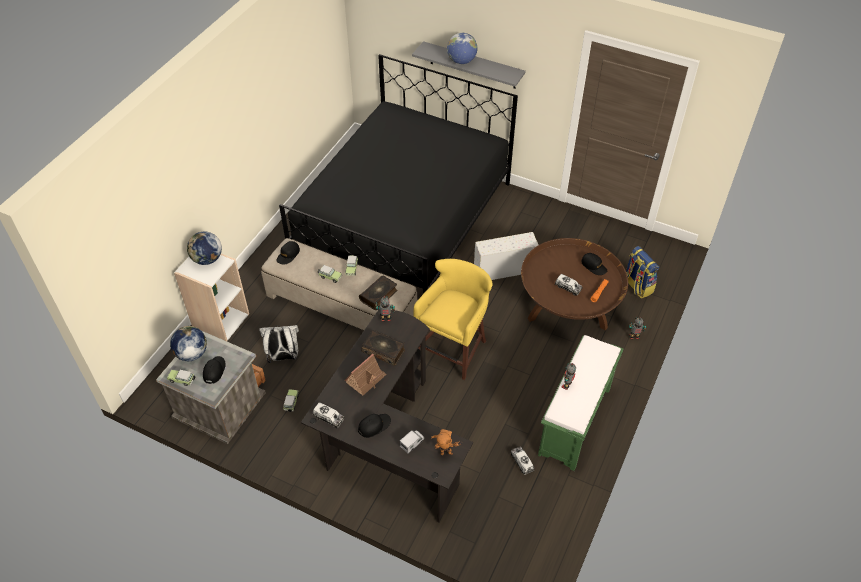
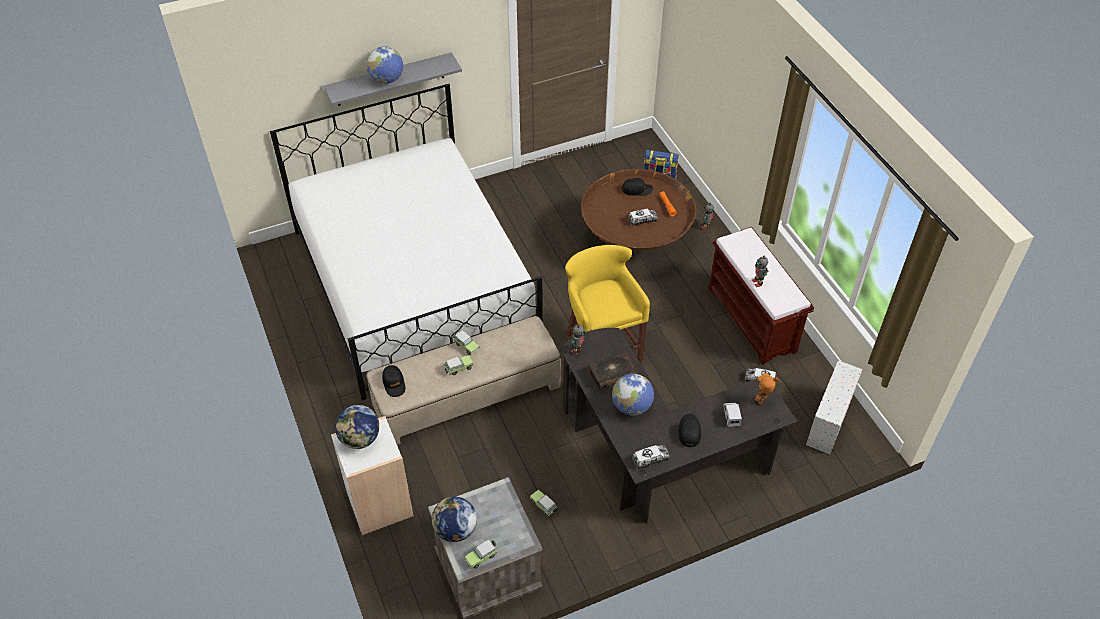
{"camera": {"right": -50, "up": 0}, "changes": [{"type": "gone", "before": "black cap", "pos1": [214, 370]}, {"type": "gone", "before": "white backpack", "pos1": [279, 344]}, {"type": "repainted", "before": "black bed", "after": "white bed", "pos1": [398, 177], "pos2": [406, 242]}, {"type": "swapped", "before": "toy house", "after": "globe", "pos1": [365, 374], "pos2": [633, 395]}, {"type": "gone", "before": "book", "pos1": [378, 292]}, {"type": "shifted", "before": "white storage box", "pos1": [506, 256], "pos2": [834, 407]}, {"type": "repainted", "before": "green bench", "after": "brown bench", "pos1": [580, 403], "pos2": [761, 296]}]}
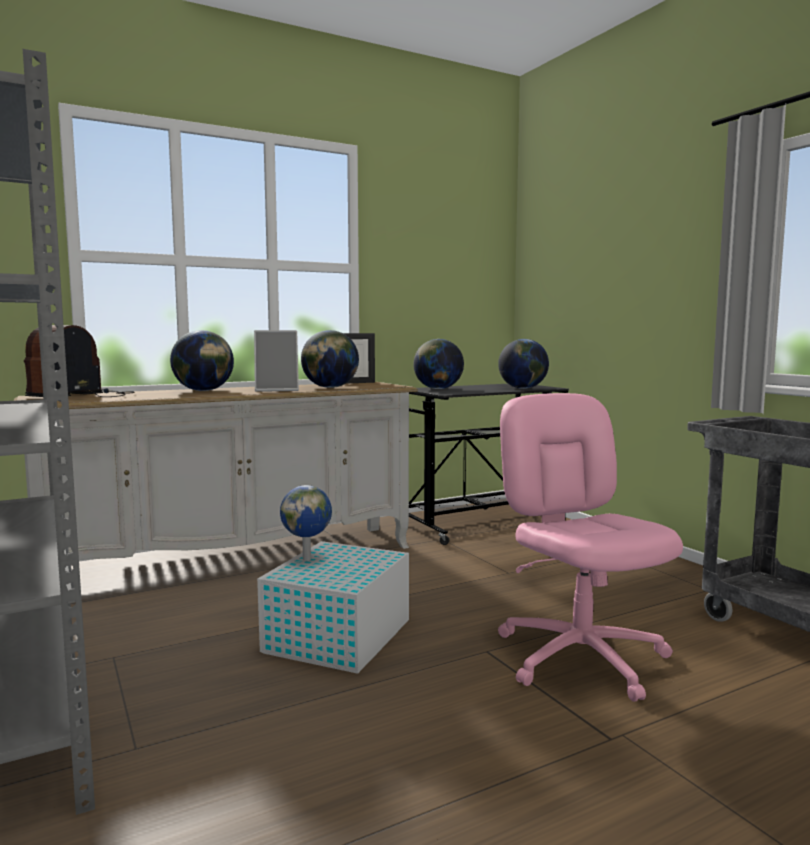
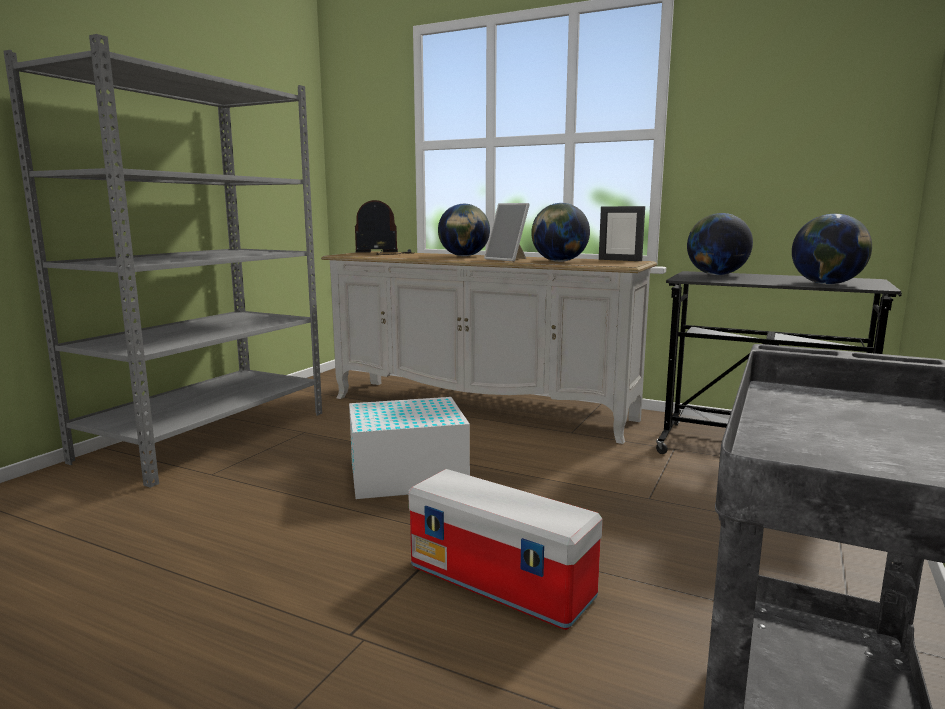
{"camera": {"right": 55, "up": 5}, "changes": [{"type": "gone", "before": "globe", "pos1": [306, 523]}, {"type": "swapped", "before": "pink office chair", "after": "storage box", "pos1": [590, 547], "pos2": [505, 549]}]}
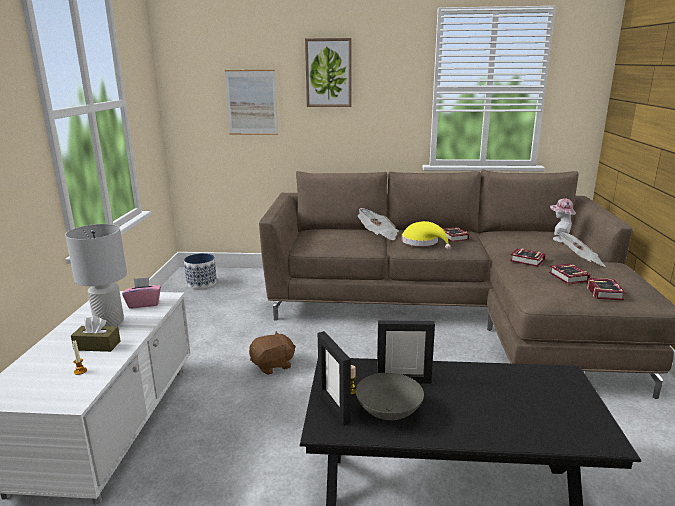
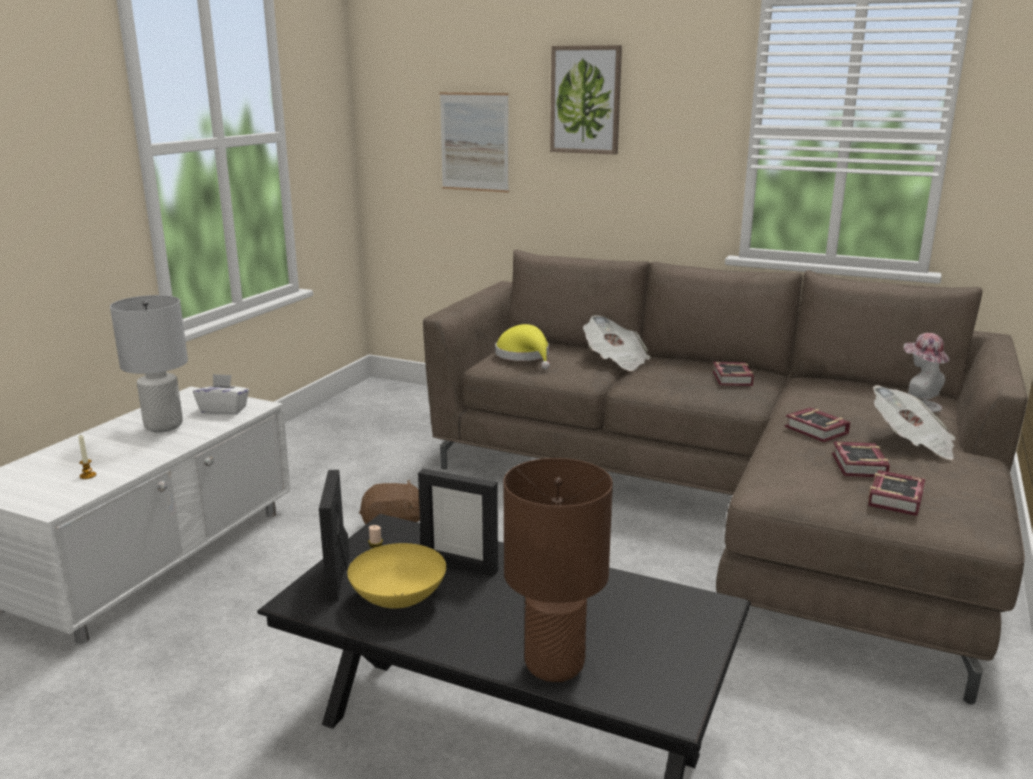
{"camera": {"right": 20, "up": 0}, "changes": [{"type": "gone", "before": "brown tissue box", "pos1": [96, 333]}, {"type": "repainted", "before": "pink tissue box", "after": "white tissue box", "pos1": [141, 293], "pos2": [221, 394]}, {"type": "gone", "before": "planter", "pos1": [200, 271]}, {"type": "repainted", "before": "grey bowl", "after": "yellow bowl", "pos1": [390, 396], "pos2": [396, 576]}, {"type": "shifted", "before": "yellow hat", "pos1": [426, 235], "pos2": [522, 346]}, {"type": "new", "after": "brown table lamp", "pos2": [558, 570]}]}
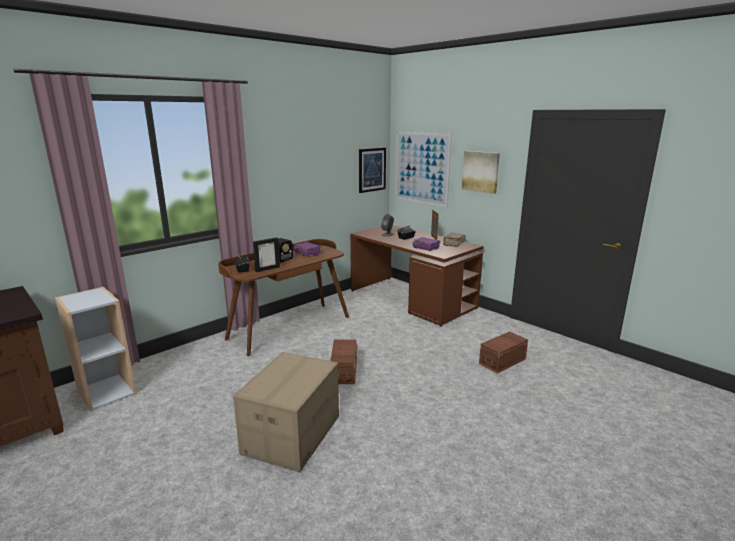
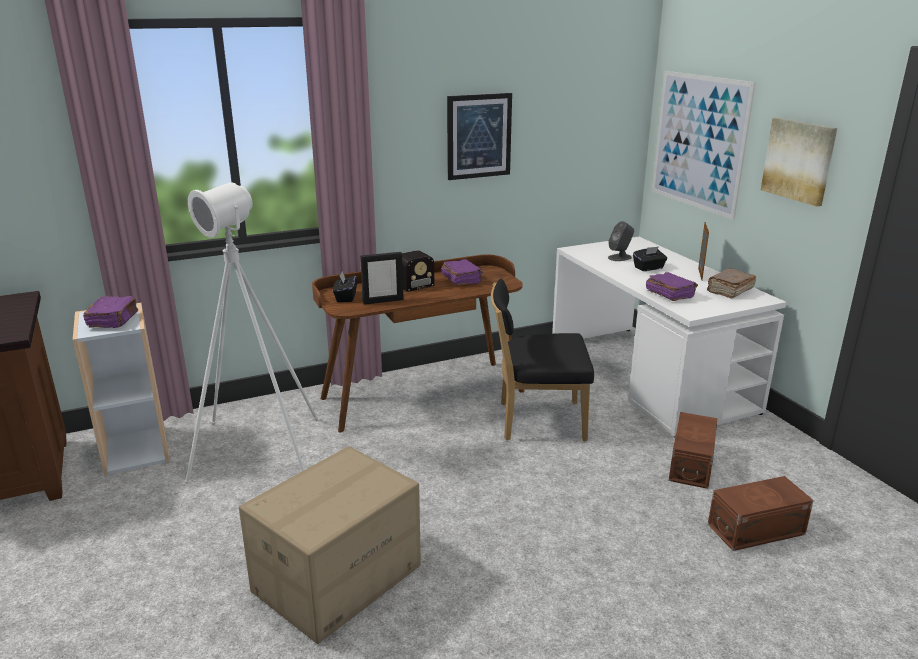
{"camera": {"right": 20, "up": 5}, "changes": [{"type": "shifted", "before": "brown storage box", "pos1": [344, 362], "pos2": [693, 450]}, {"type": "repainted", "before": "brown desk", "after": "white desk", "pos1": [417, 276], "pos2": [669, 337]}, {"type": "shifted", "before": "picture", "pos1": [372, 170], "pos2": [479, 136]}, {"type": "new", "after": "purple book", "pos2": [110, 312]}, {"type": "new", "after": "white floor lamp", "pos2": [251, 333]}, {"type": "new", "after": "black chair", "pos2": [542, 360]}]}
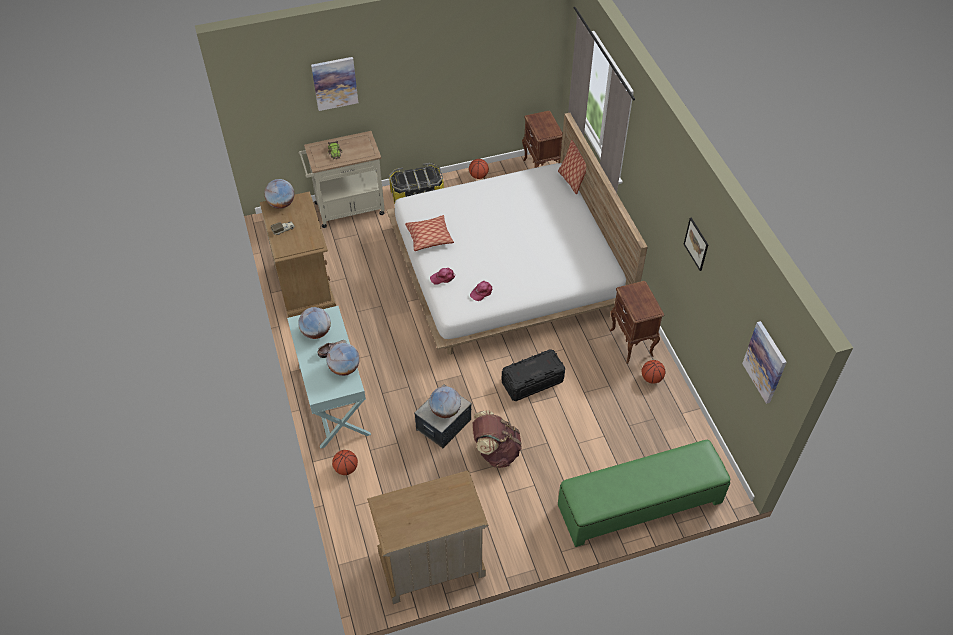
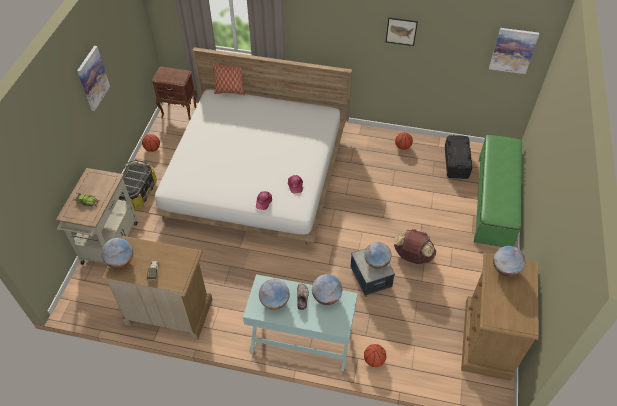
{"camera": {"right": -60, "up": 0}, "changes": [{"type": "shifted", "before": "picture", "pos1": [334, 84], "pos2": [93, 78]}, {"type": "gone", "before": "pillow", "pos1": [429, 233]}, {"type": "shifted", "before": "black storage box", "pos1": [533, 375], "pos2": [458, 157]}, {"type": "gone", "before": "brown nightstand", "pos1": [637, 322]}, {"type": "new", "after": "globe", "pos2": [509, 261]}]}
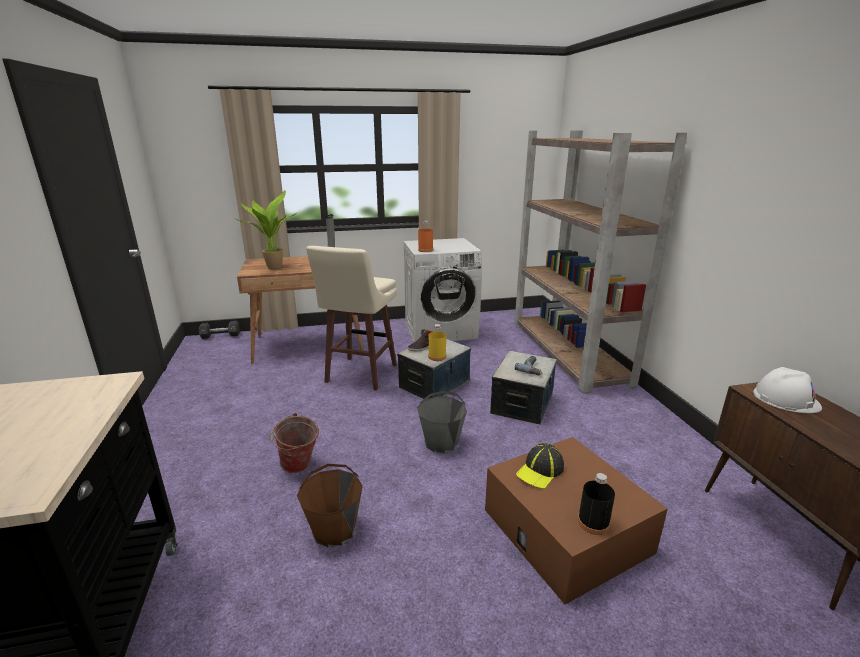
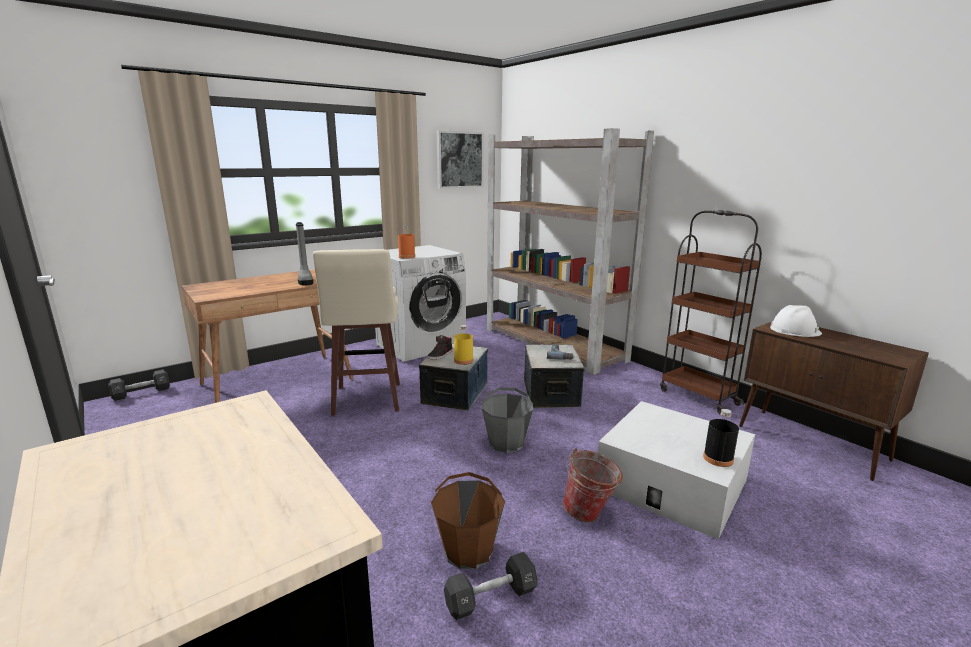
{"camera": {"right": -25, "up": -5}, "changes": [{"type": "gone", "before": "potted plant", "pos1": [267, 230]}, {"type": "shifted", "before": "bucket", "pos1": [294, 443], "pos2": [593, 485]}, {"type": "repainted", "before": "brown storage box", "after": "white storage box", "pos1": [576, 520], "pos2": [676, 470]}, {"type": "gone", "before": "cap", "pos1": [540, 466]}, {"type": "new", "after": "picture", "pos2": [460, 159]}, {"type": "new", "after": "black dumbbell", "pos2": [491, 586]}, {"type": "new", "after": "brown cart", "pos2": [711, 312]}]}
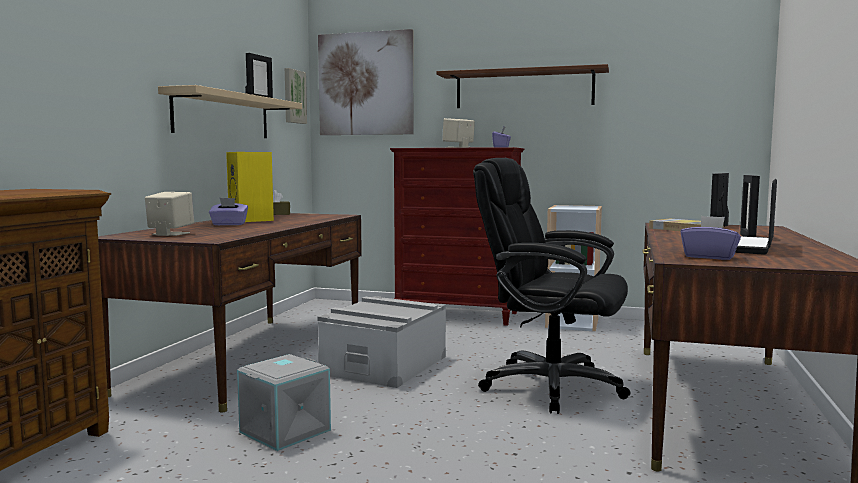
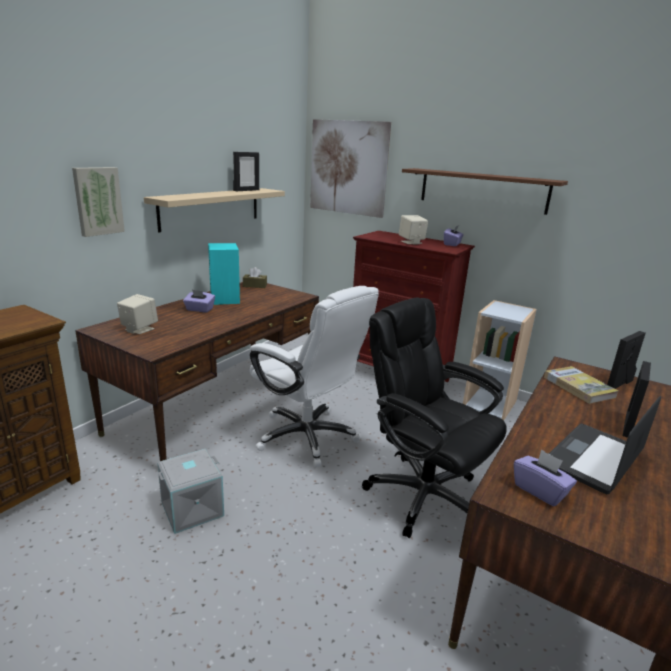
{"camera": {"right": 15, "up": 15}, "changes": [{"type": "repainted", "before": "yellow speaker", "after": "turquoise speaker", "pos1": [250, 187], "pos2": [224, 274]}, {"type": "shifted", "before": "picture", "pos1": [296, 96], "pos2": [98, 202]}, {"type": "swapped", "before": "grey storage box", "after": "white office chair", "pos1": [381, 342], "pos2": [314, 377]}]}
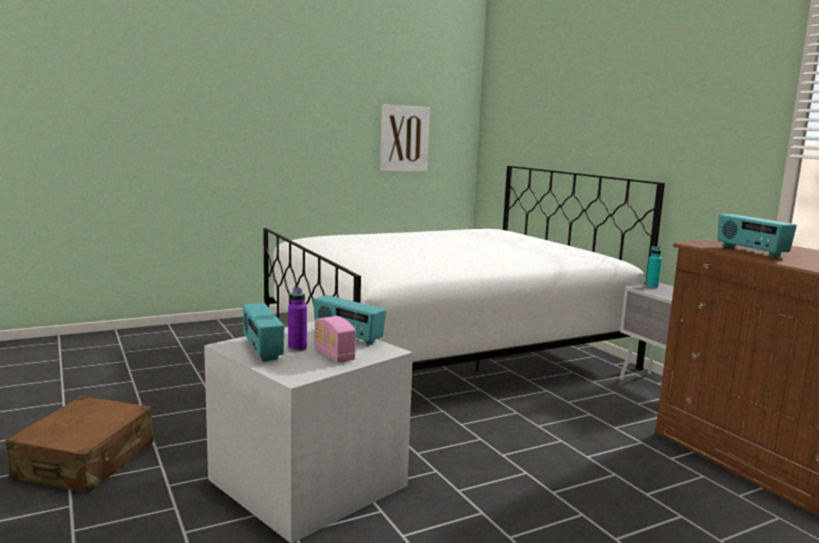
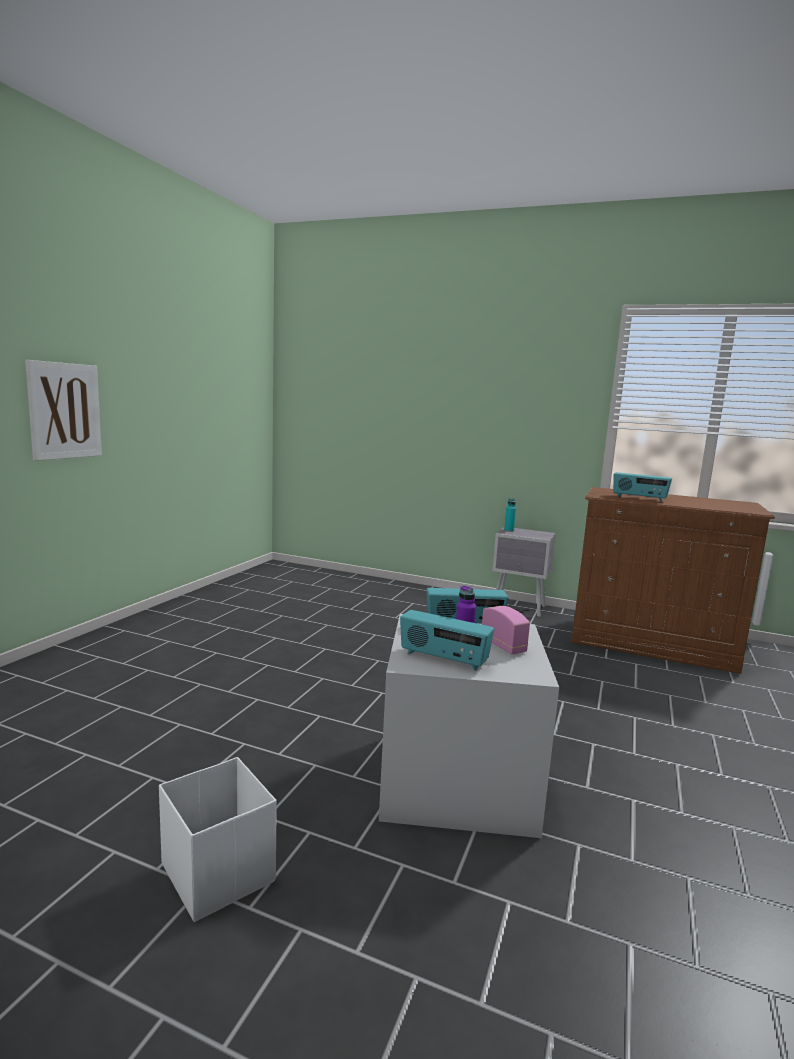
{"camera": {"right": -40, "up": 0}, "changes": [{"type": "swapped", "before": "brown suitcase", "after": "white storage box", "pos1": [80, 445], "pos2": [218, 839]}, {"type": "gone", "before": "white bed", "pos1": [464, 268]}, {"type": "rotated", "before": "radio", "pos1": [335, 339], "pos2": [506, 630], "turn": -135}, {"type": "shifted", "before": "picture", "pos1": [405, 137], "pos2": [63, 410]}]}
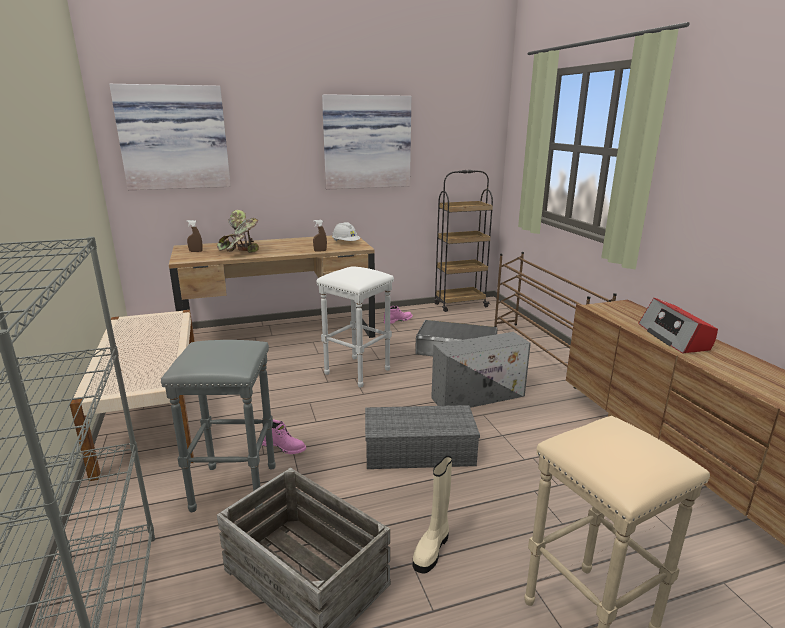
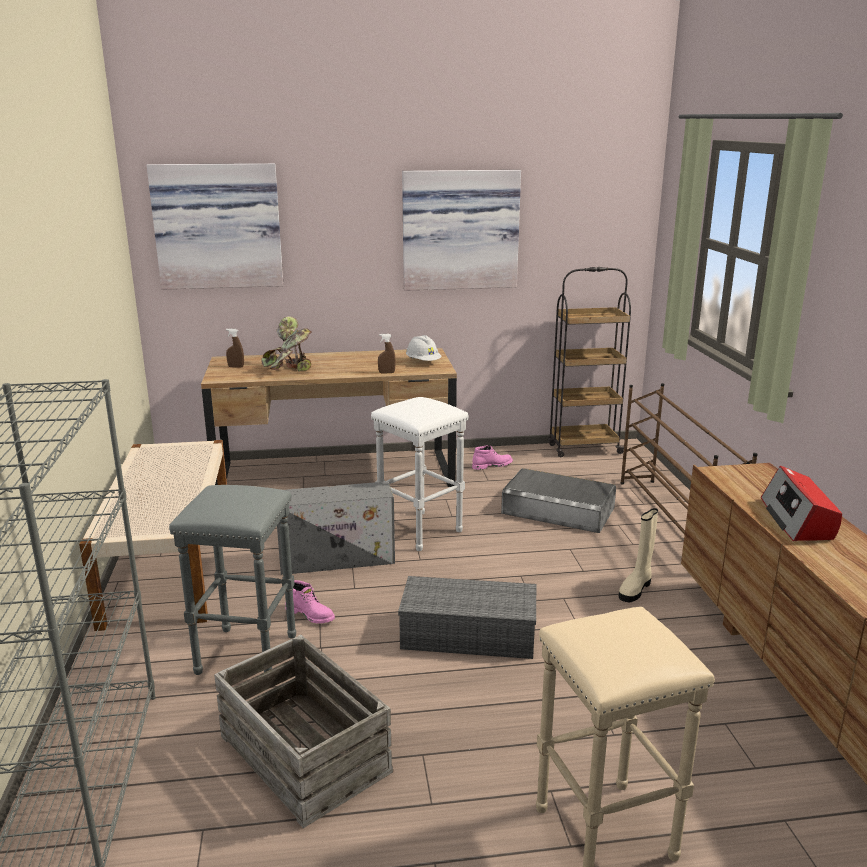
{"camera": {"right": 10, "up": 0}, "changes": [{"type": "shifted", "before": "beige boot", "pos1": [432, 515], "pos2": [638, 555]}, {"type": "shifted", "before": "grey storage box", "pos1": [481, 370], "pos2": [336, 528]}]}
